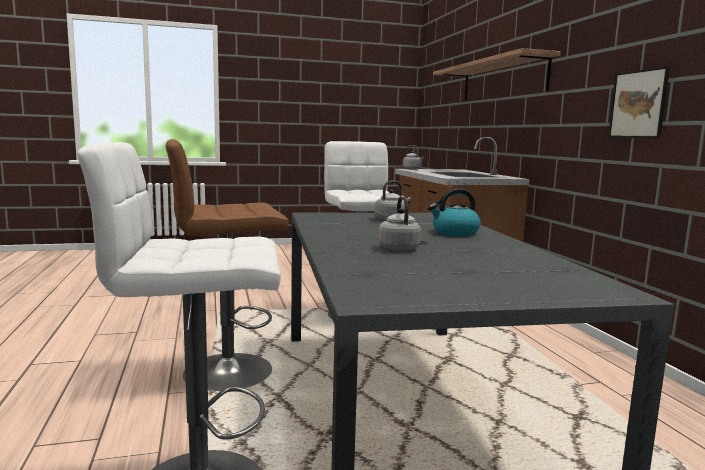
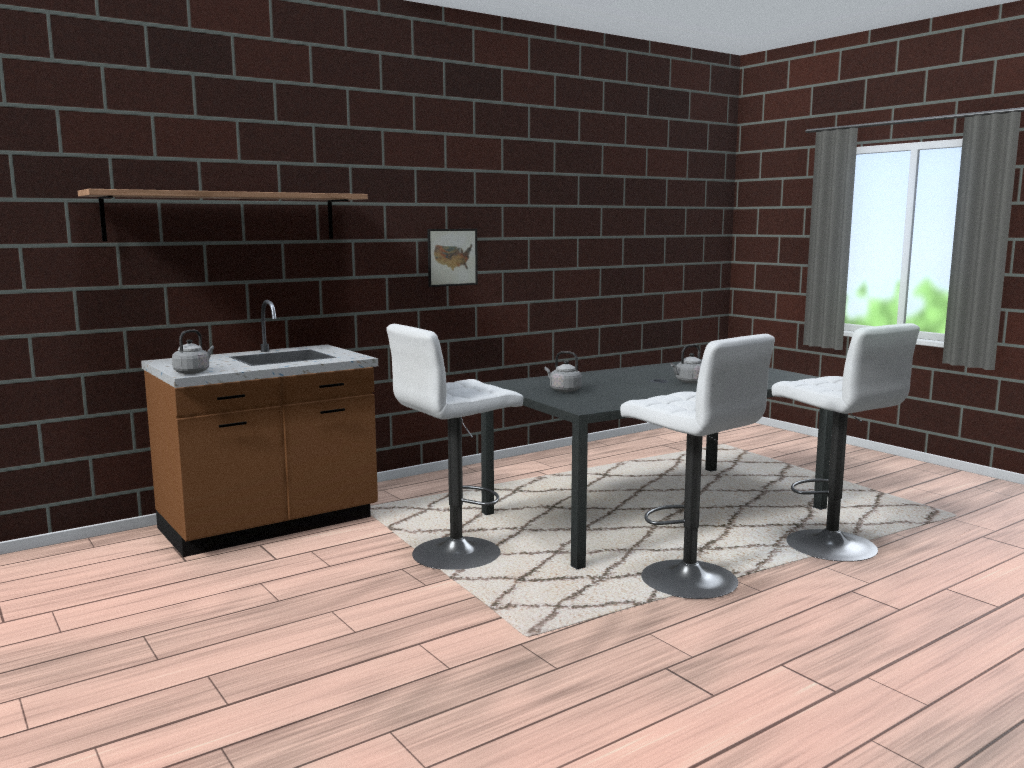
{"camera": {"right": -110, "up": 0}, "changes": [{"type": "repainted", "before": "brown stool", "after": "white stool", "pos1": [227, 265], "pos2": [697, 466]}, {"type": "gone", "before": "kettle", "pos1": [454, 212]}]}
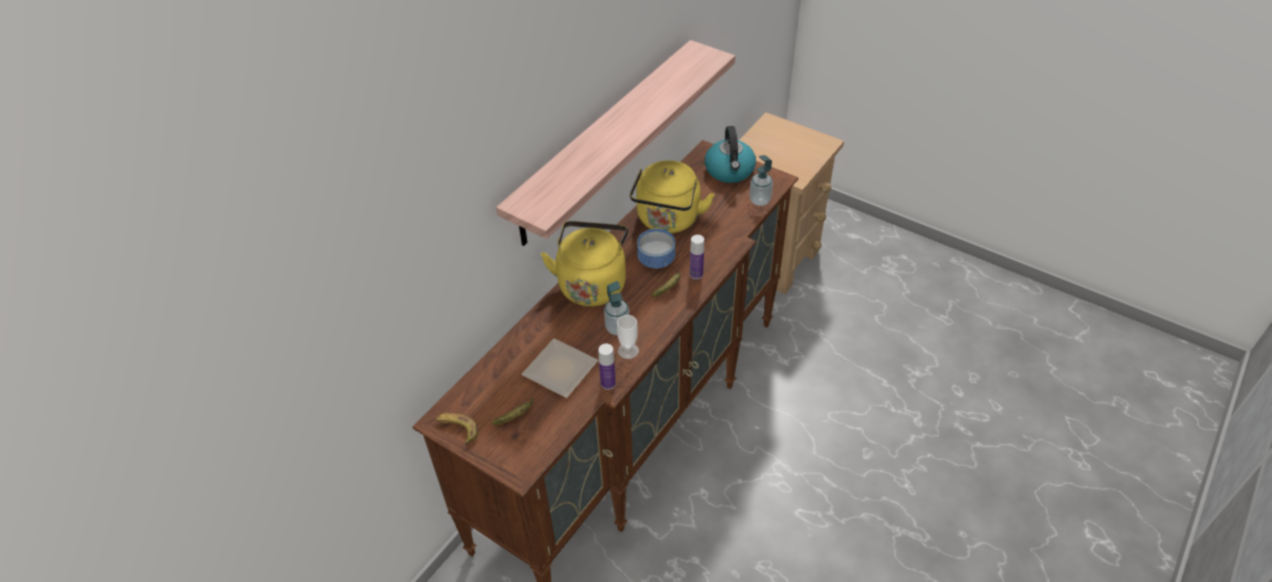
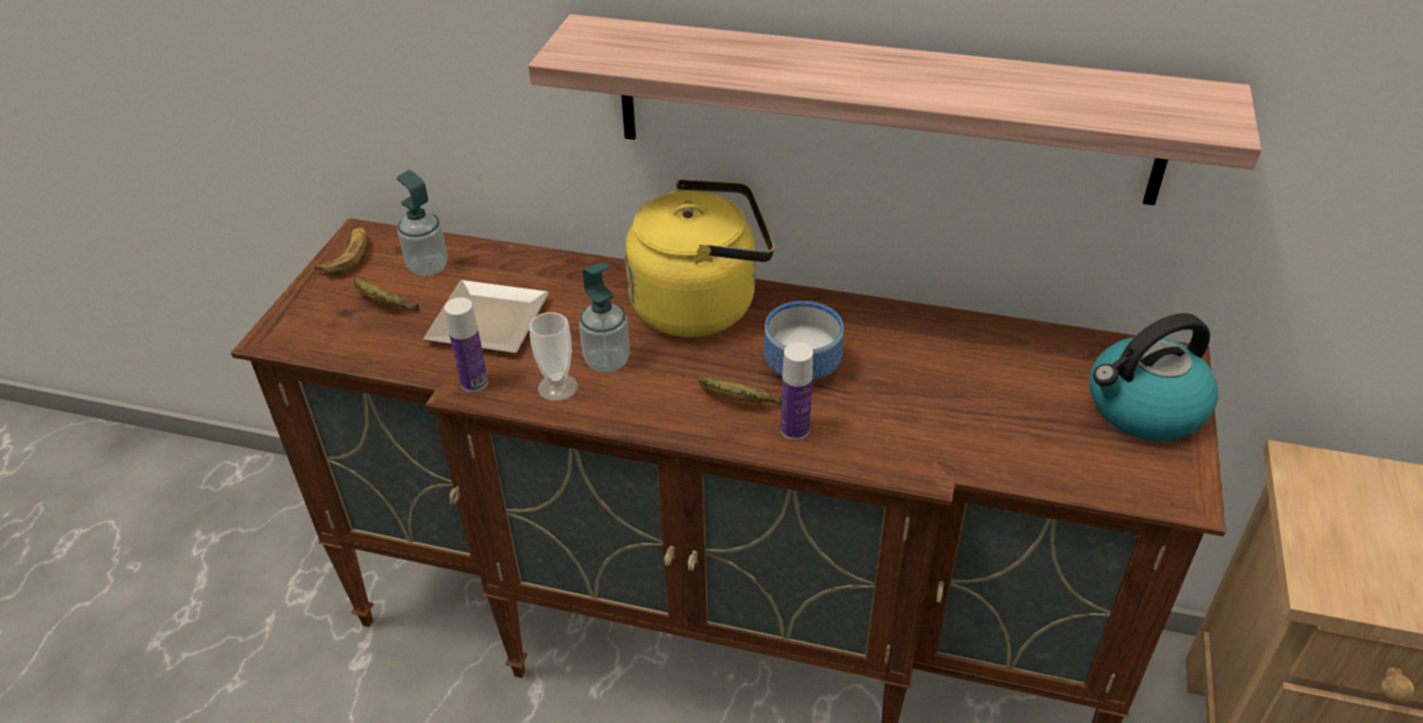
{"camera": {"right": 70, "up": -5}, "changes": [{"type": "gone", "before": "yellow kettle", "pos1": [672, 196]}, {"type": "shifted", "before": "soap dispenser", "pos1": [761, 180], "pos2": [422, 223]}]}
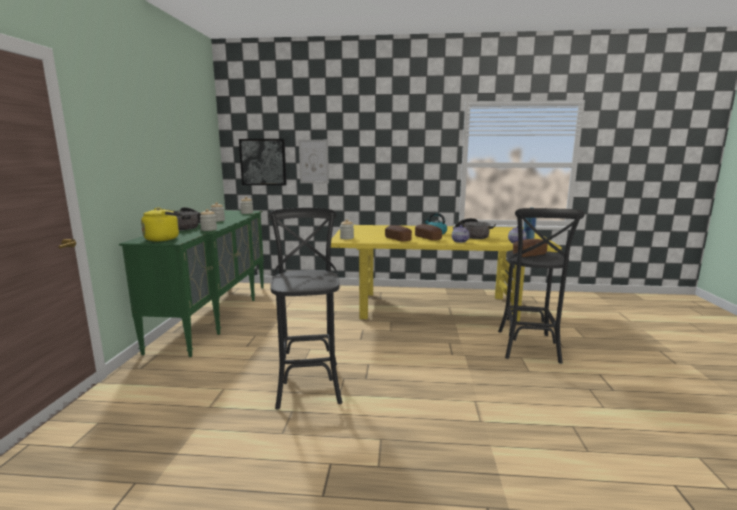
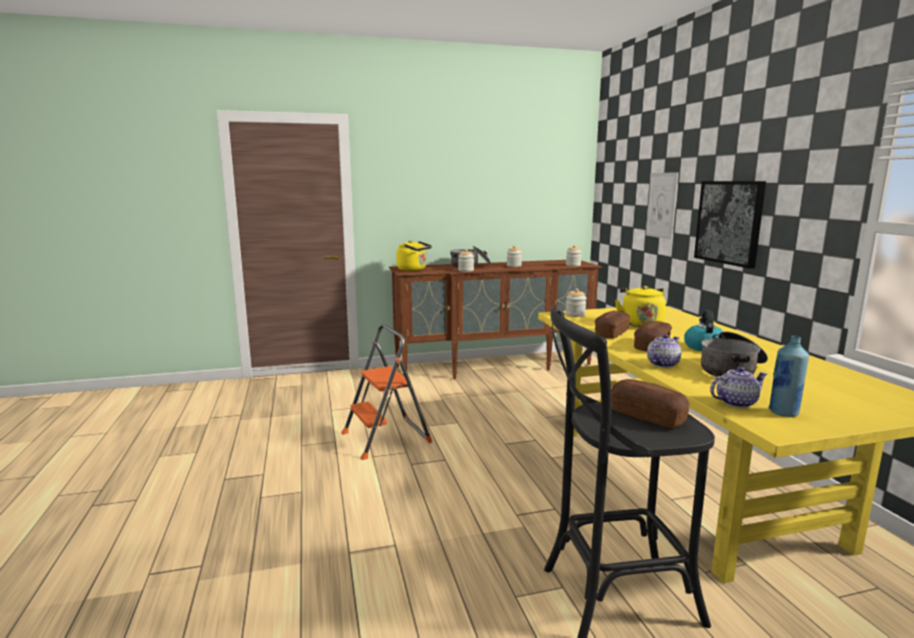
{"camera": {"right": 70, "up": 0}, "changes": [{"type": "repainted", "before": "green cabinet", "after": "brown cabinet", "pos1": [191, 283], "pos2": [495, 319]}, {"type": "shifted", "before": "picture", "pos1": [263, 162], "pos2": [730, 225]}, {"type": "swapped", "before": "black stool", "after": "orange step ladder", "pos1": [305, 308], "pos2": [386, 392]}, {"type": "new", "after": "yellow kettle", "pos2": [640, 306]}]}
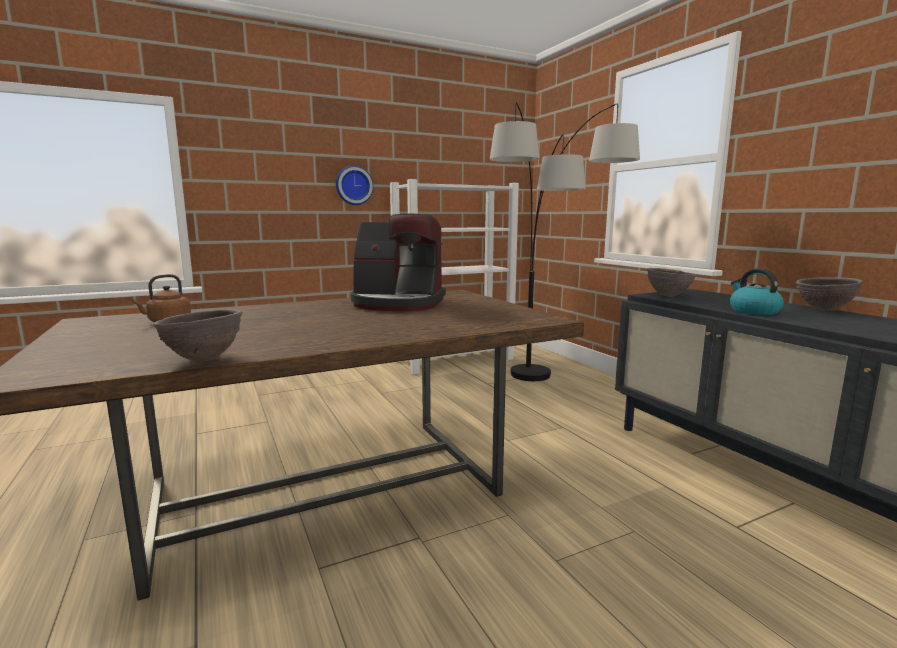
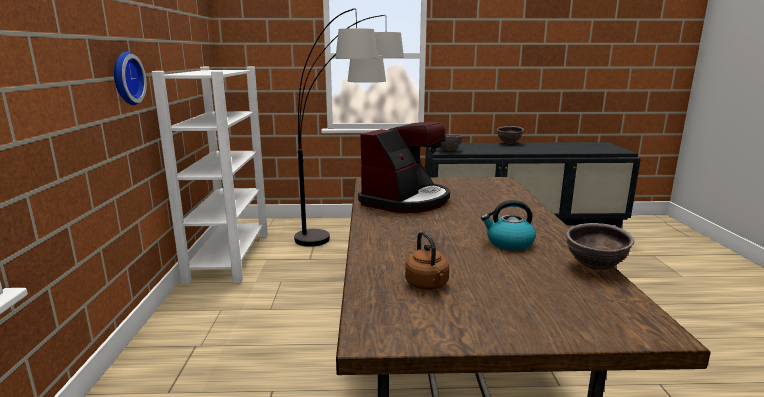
{"camera": {"right": -65, "up": 5}, "changes": [{"type": "shifted", "before": "kettle", "pos1": [756, 291], "pos2": [508, 225]}]}
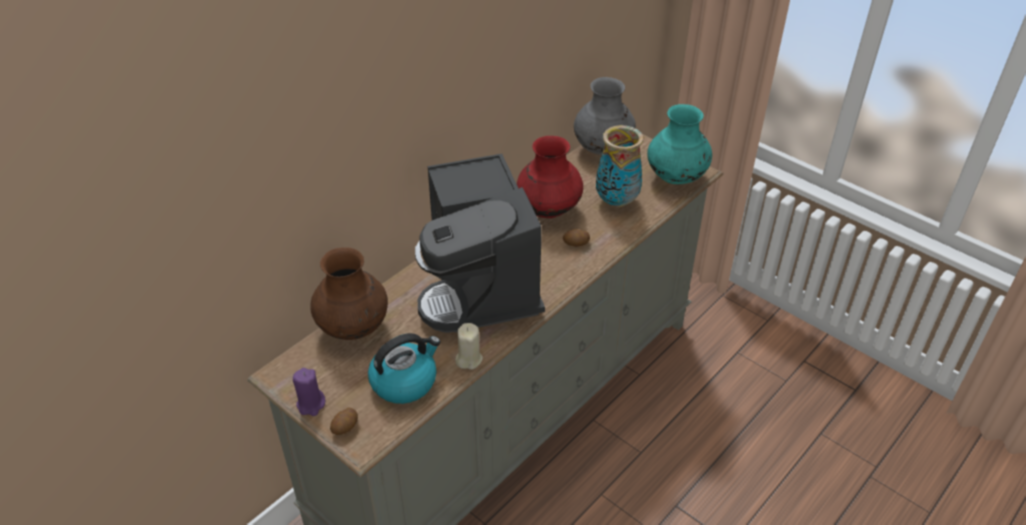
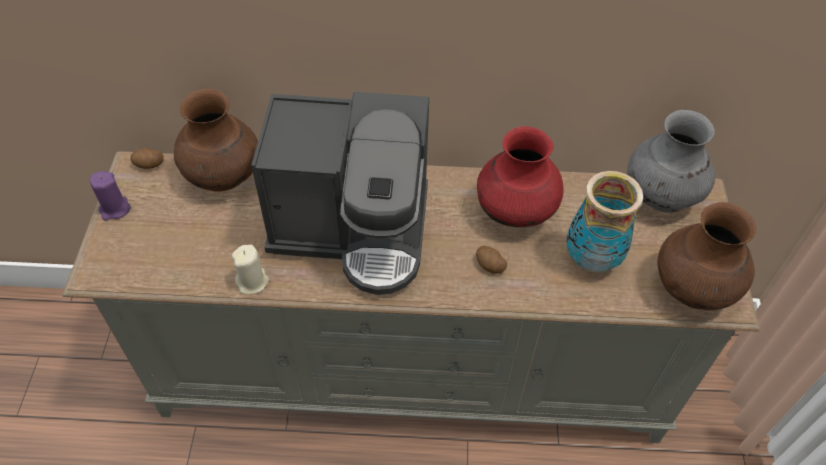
{"camera": {"right": 50, "up": 10}, "changes": [{"type": "shifted", "before": "potato", "pos1": [344, 421], "pos2": [147, 158]}, {"type": "gone", "before": "kettle", "pos1": [404, 368]}, {"type": "rotated", "before": "coffee machine", "pos1": [480, 243], "pos2": [340, 193], "turn": -120}, {"type": "repainted", "before": "turquoise vase", "after": "brown vase", "pos1": [679, 144], "pos2": [706, 256]}]}
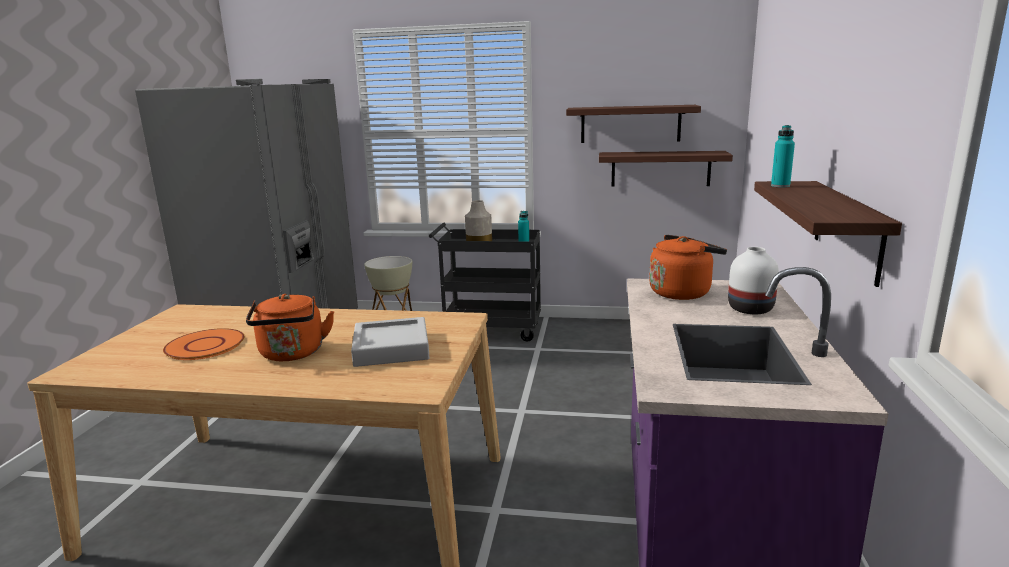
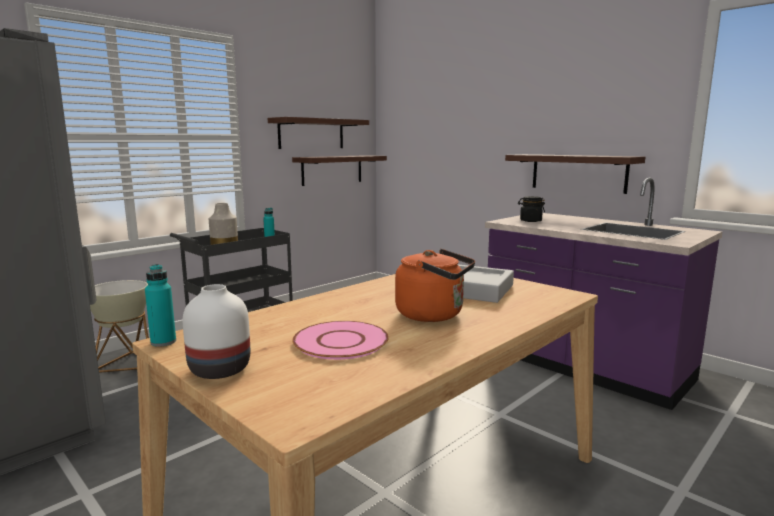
{"camera": {"right": -55, "up": -5}, "changes": [{"type": "repainted", "before": "orange plate", "after": "pink plate", "pos1": [204, 344], "pos2": [340, 340]}, {"type": "swapped", "before": "orange kettle", "after": "black jar", "pos1": [688, 267], "pos2": [531, 209]}, {"type": "shifted", "before": "white vase", "pos1": [753, 280], "pos2": [216, 331]}, {"type": "shifted", "before": "turquoise bottle", "pos1": [783, 156], "pos2": [160, 305]}]}
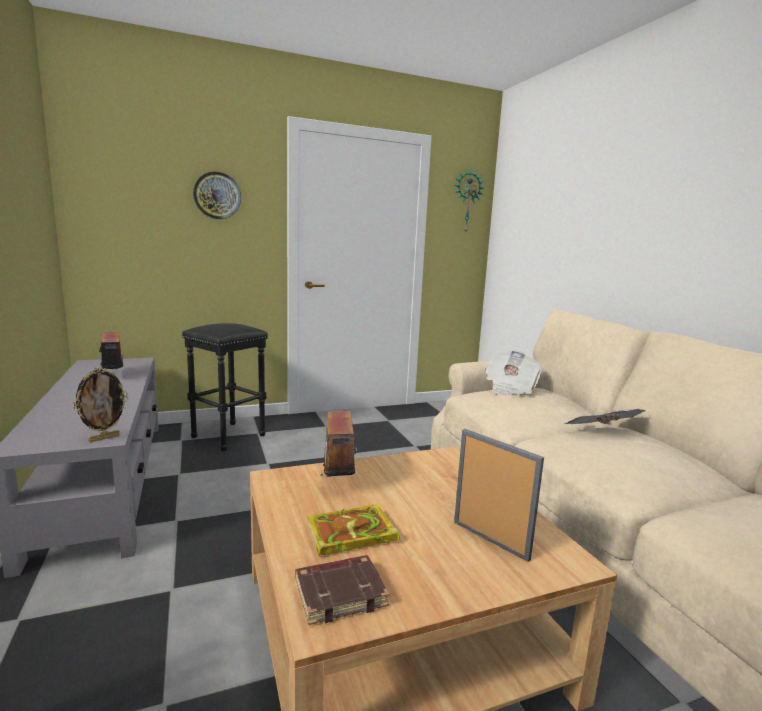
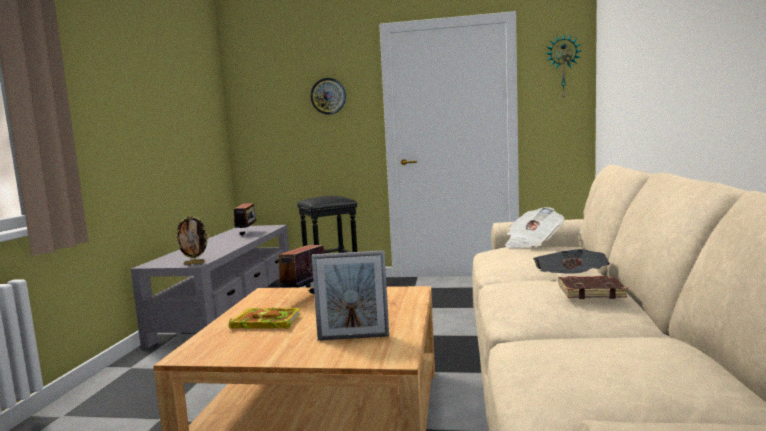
{"camera": {"right": 30, "up": -5}, "changes": [{"type": "shifted", "before": "brown book", "pos1": [342, 590], "pos2": [593, 287]}, {"type": "rotated", "before": "picture frame", "pos1": [499, 495], "pos2": [350, 295], "turn": 105}]}
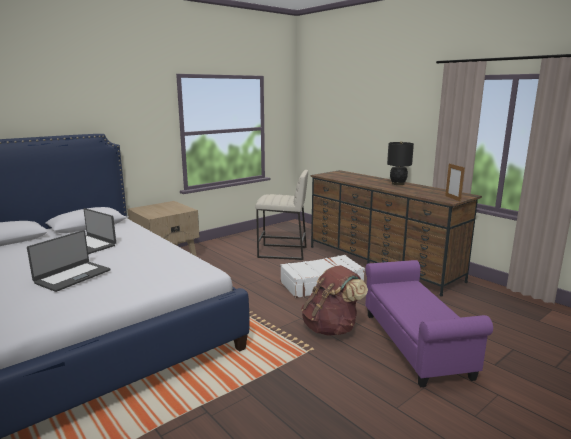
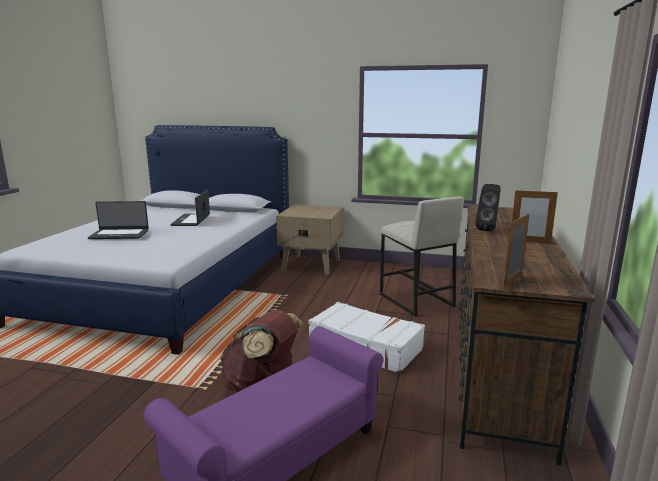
{"camera": {"right": 55, "up": 0}, "changes": [{"type": "swapped", "before": "black table lamp", "after": "picture frame", "pos1": [400, 163], "pos2": [535, 216]}, {"type": "new", "after": "black speaker", "pos2": [488, 207]}]}
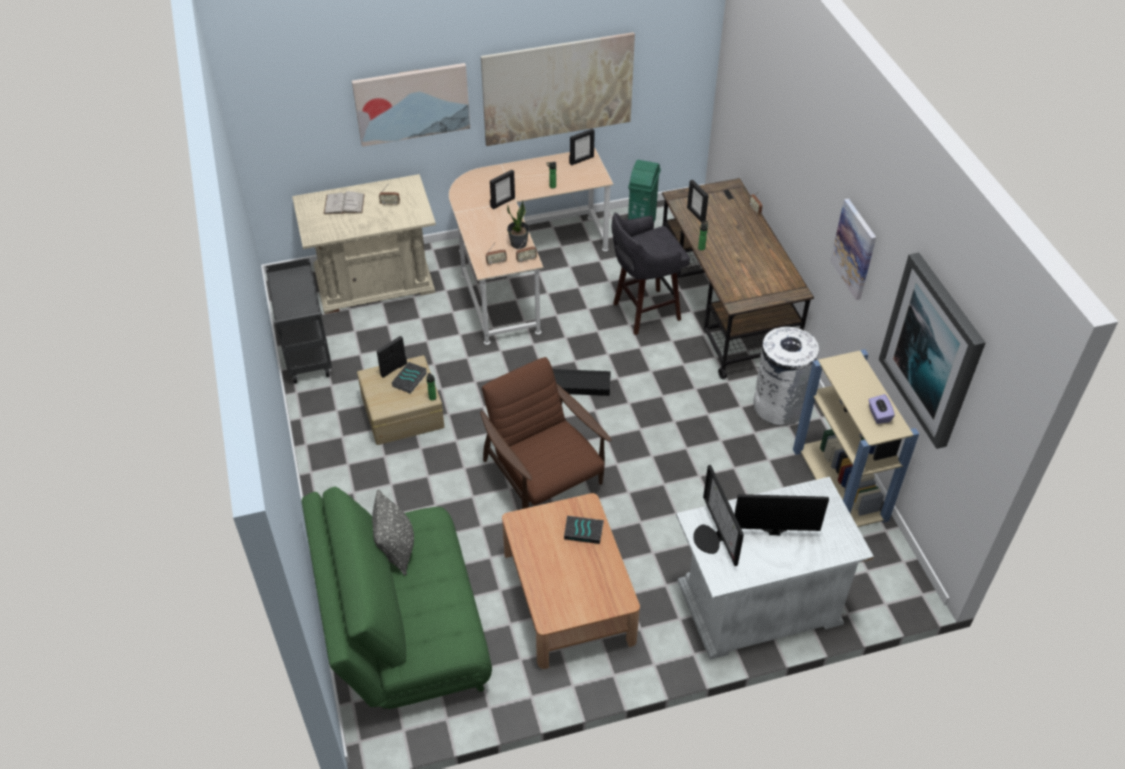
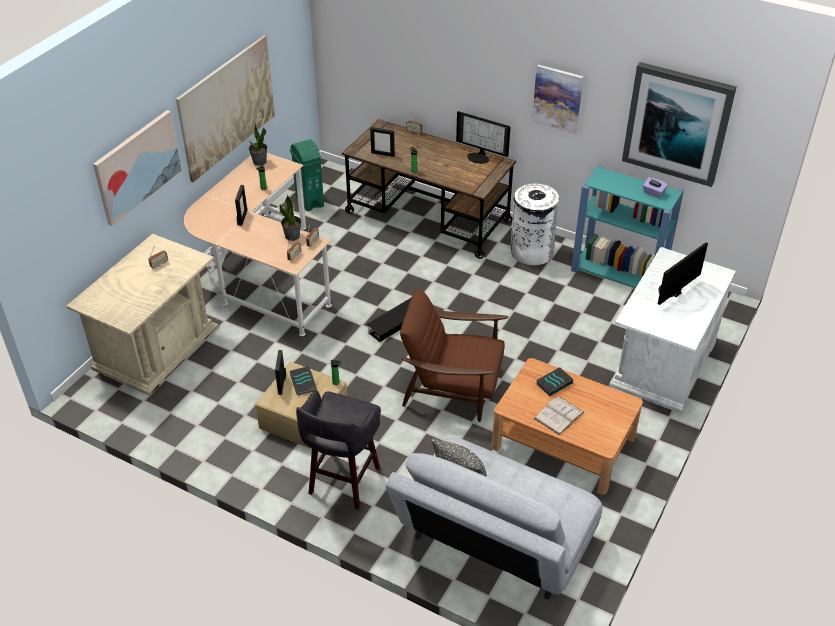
{"camera": {"right": -45, "up": -5}, "changes": [{"type": "gone", "before": "grey cart", "pos1": [299, 321]}, {"type": "repainted", "before": "green sofa", "after": "grey sofa", "pos1": [397, 598], "pos2": [494, 518]}, {"type": "shifted", "before": "white book", "pos1": [344, 202], "pos2": [559, 415]}, {"type": "swapped", "before": "picture frame", "after": "potted plant", "pos1": [582, 146], "pos2": [258, 144]}, {"type": "shifted", "before": "grey stool", "pos1": [650, 274], "pos2": [338, 450]}, {"type": "shifted", "before": "monitor", "pos1": [718, 515], "pos2": [483, 137]}, {"type": "repainted", "before": "beige bookcase", "after": "turquoise bookcase", "pos1": [856, 438], "pos2": [627, 226]}]}
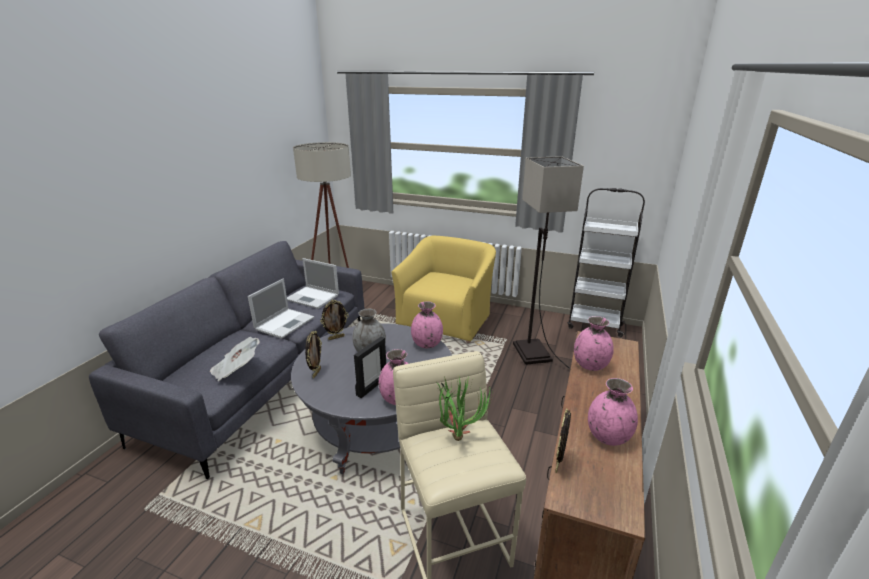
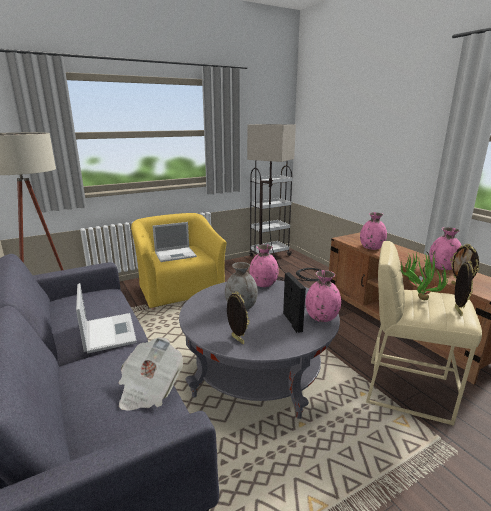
{"camera": {"right": -50, "up": -5}, "changes": [{"type": "shifted", "before": "laptop", "pos1": [313, 283], "pos2": [175, 242]}, {"type": "shifted", "before": "picture frame", "pos1": [334, 320], "pos2": [464, 288]}]}
